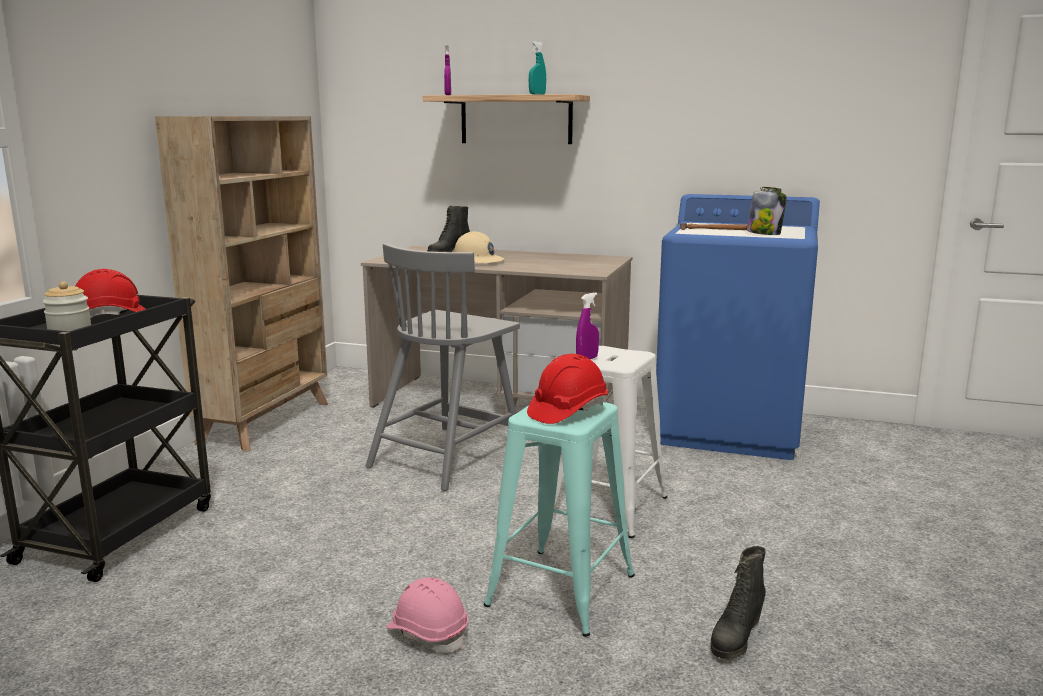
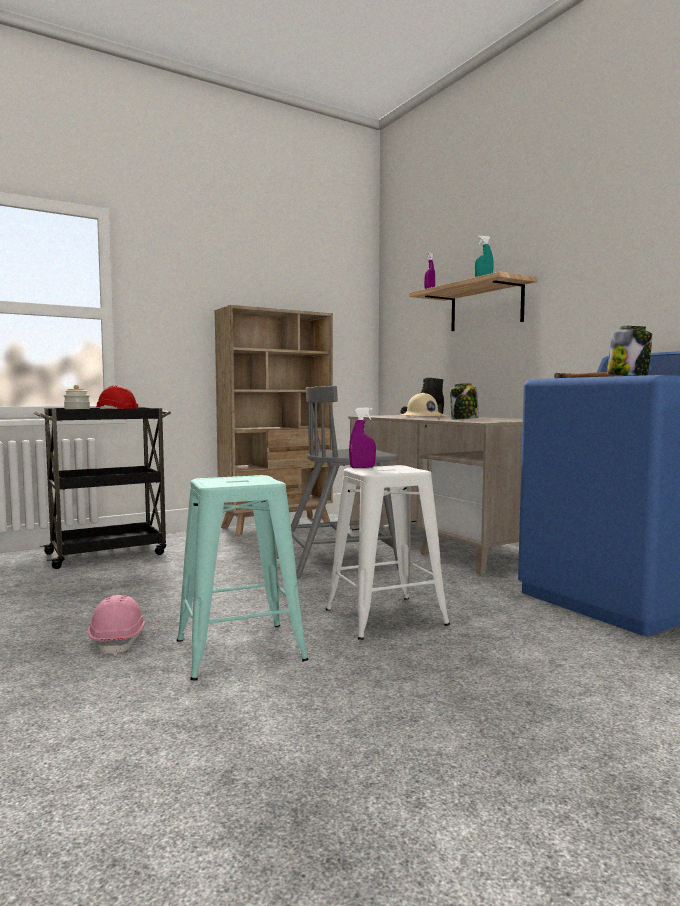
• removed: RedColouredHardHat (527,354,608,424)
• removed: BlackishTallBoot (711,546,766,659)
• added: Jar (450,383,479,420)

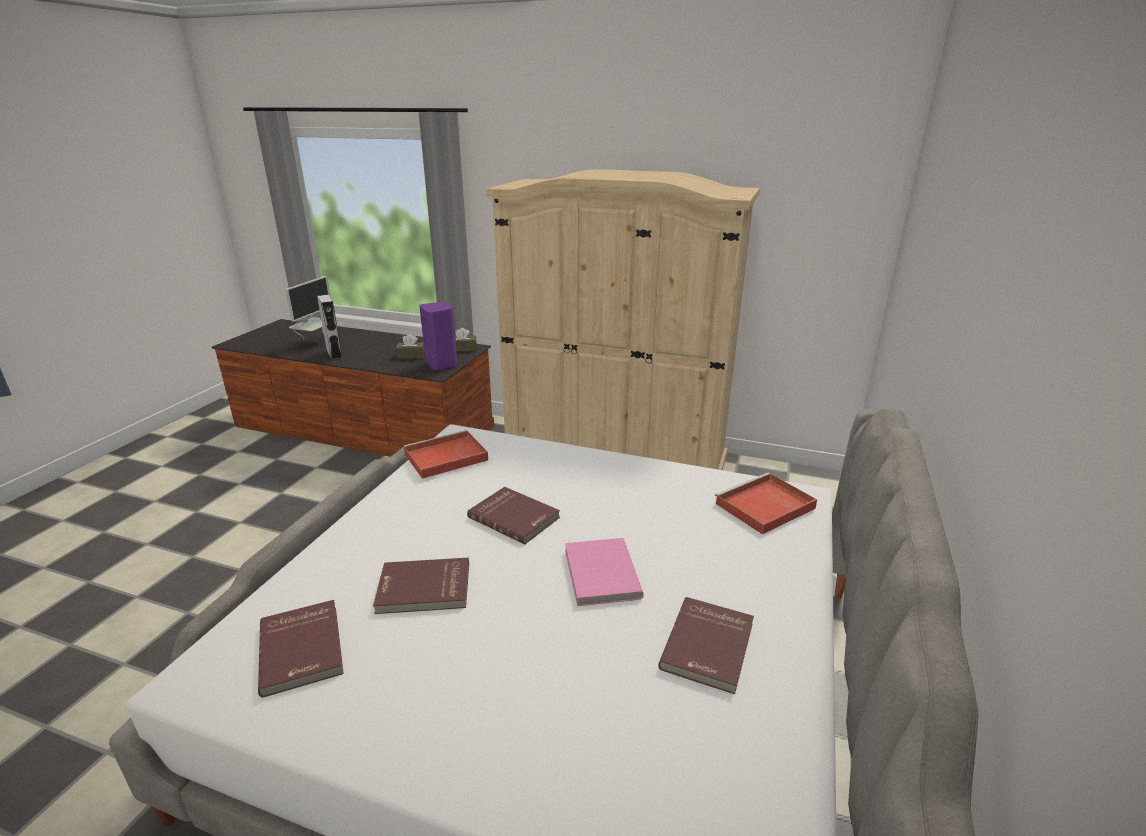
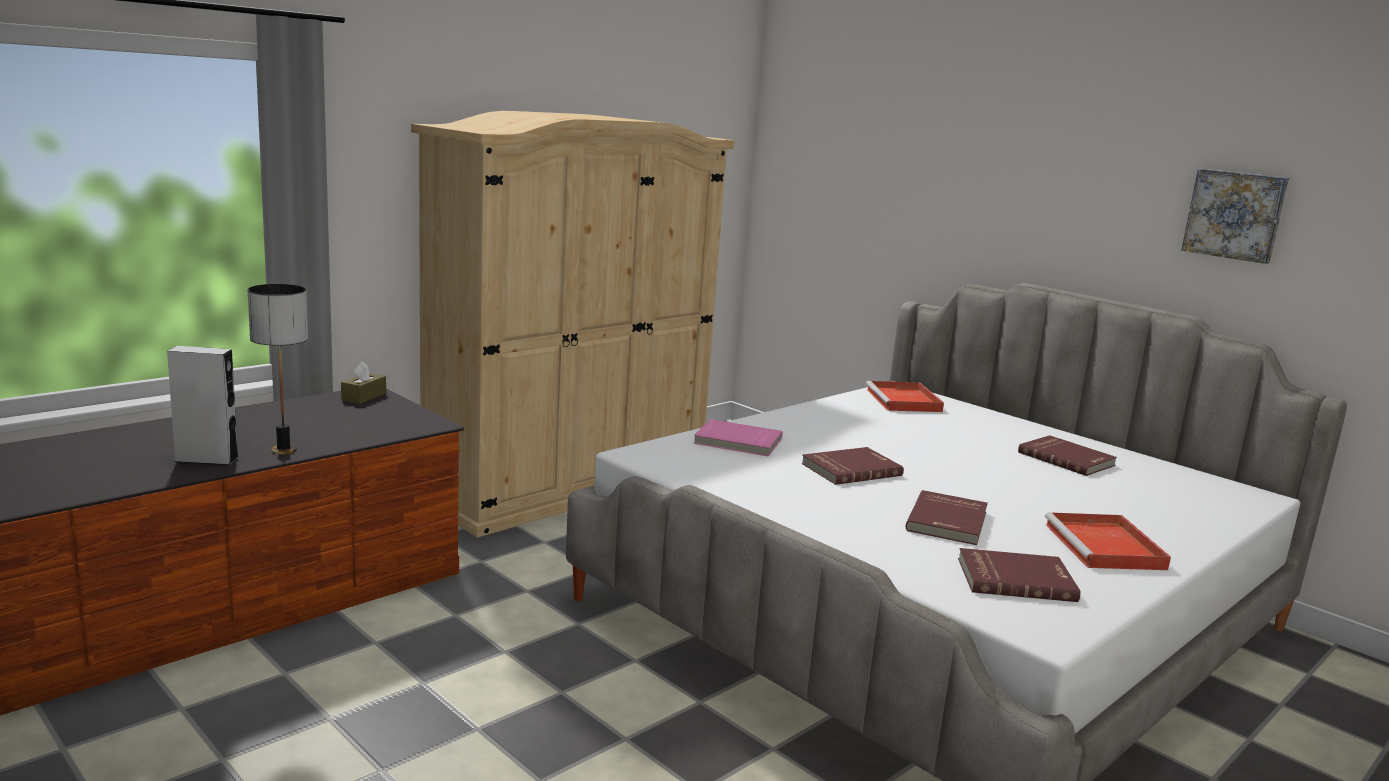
• removed: ComputerScreen (285,276,331,340)
• removed: BrownishTissueBox (396,334,425,359)
• removed: PurpleAudioSpeaker (419,302,458,370)
• added: TabletopLamp (248,284,308,455)
• added: WallPicture (1181,169,1289,264)
• moved: RedColouredCarryingTray (403,430,488,479) to (1045,512,1171,570)
• moved: PinkBook (565,538,644,606) to (694,419,783,457)

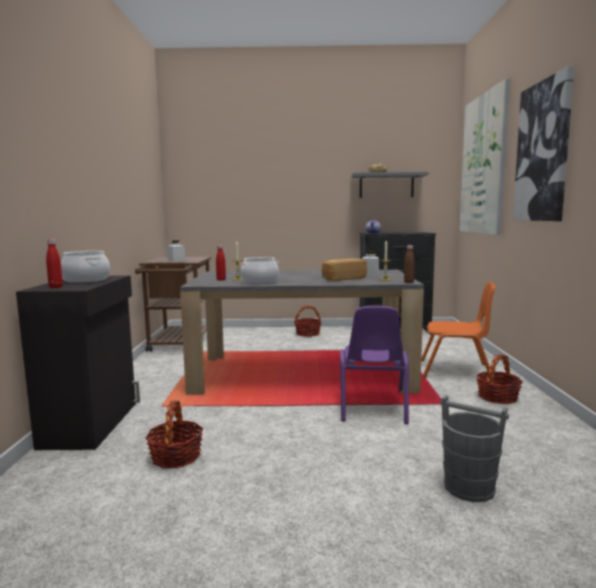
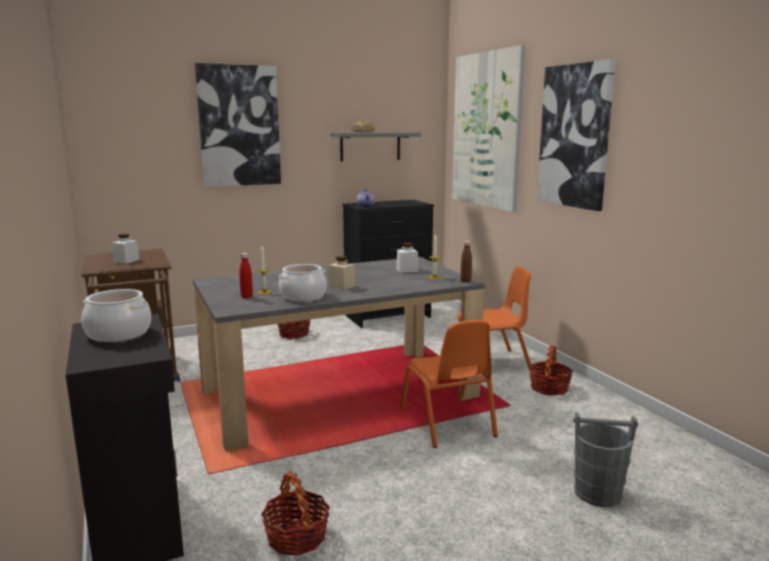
• removed: RedColouredBeverageBottle (46,239,63,288)
• removed: Bread (322,259,367,281)
• added: WallPicture (195,63,281,187)
• added: BeigeColouredJar (328,256,356,290)
• recoloured: PurpleUprightChair (340,306,409,424) to OrangeyUprightChair (400,320,498,448)

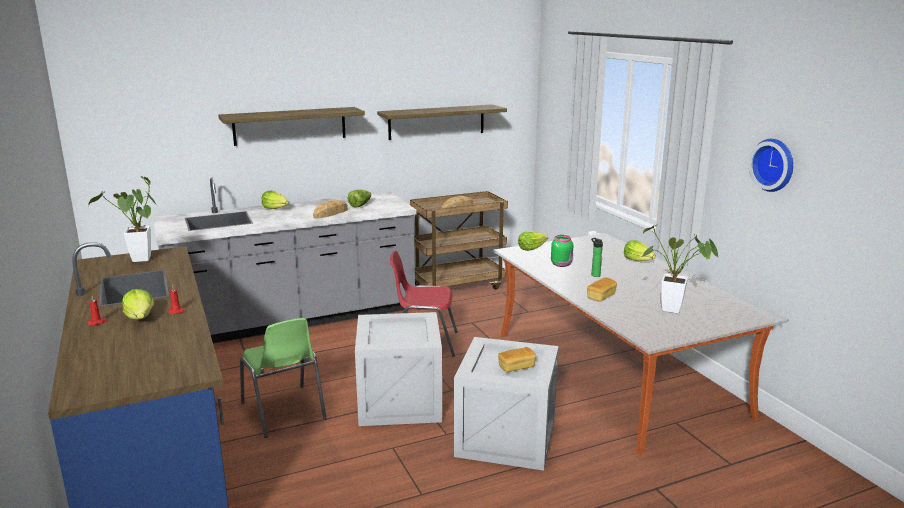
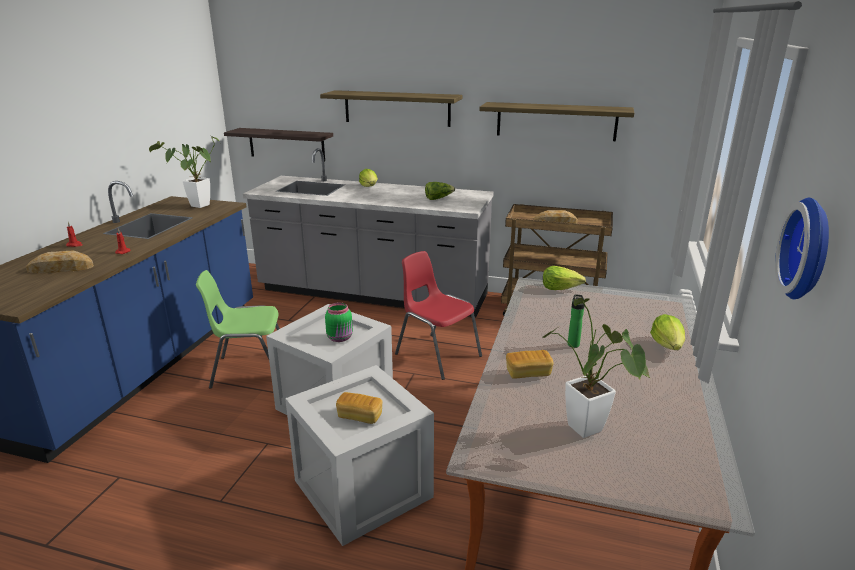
• removed: HeadOfLettuce (122,289,154,320)
• added: Shelf (224,128,333,161)
• moved: Bread (313,200,348,219) to (26,250,94,273)
• moved: GreenJar (551,235,573,267) to (325,303,353,342)
• turned: GreenUprightChair (240,318,327,438) = (196,270,280,389) 75 degrees clockwise

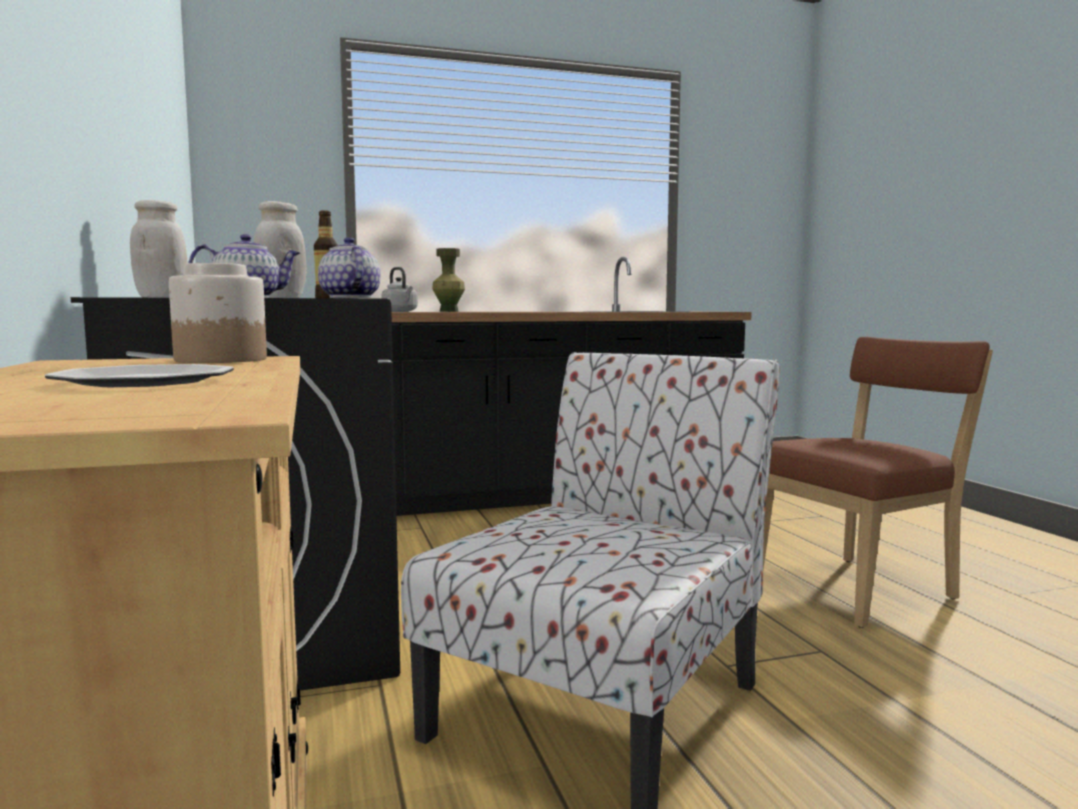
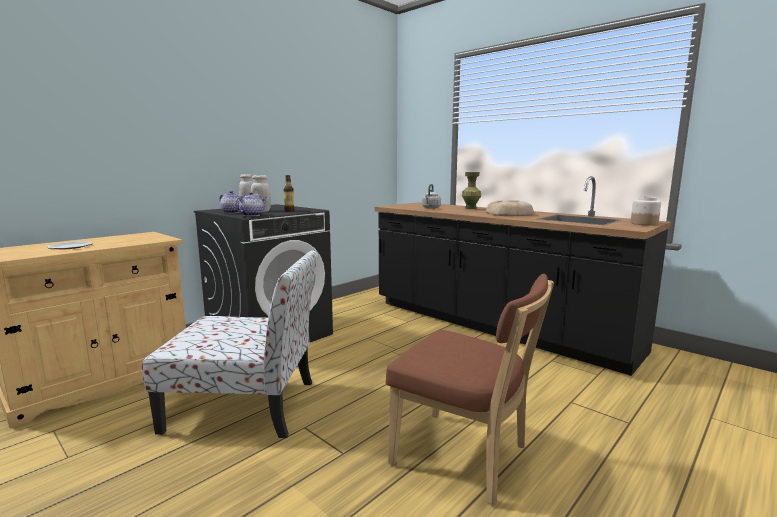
• added: Bread (486,200,534,216)
• moved: Jar (169,263,267,363) to (631,196,661,226)

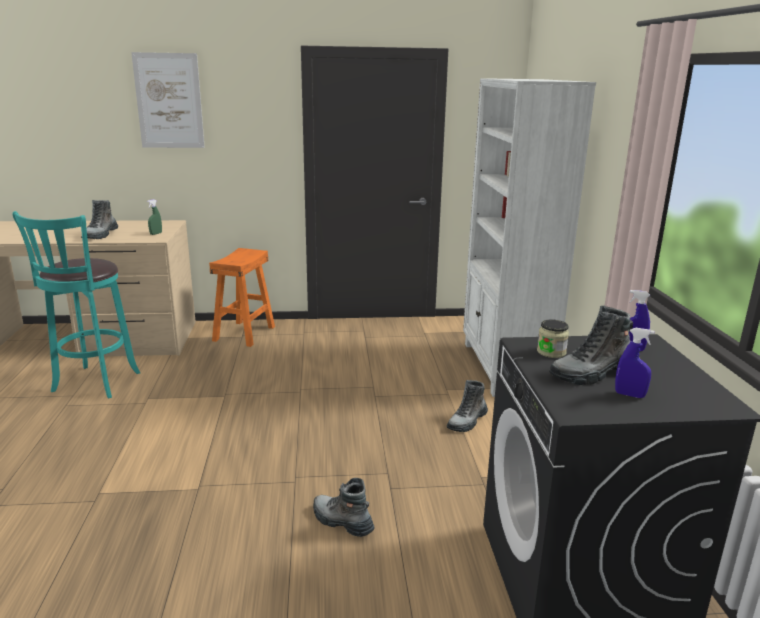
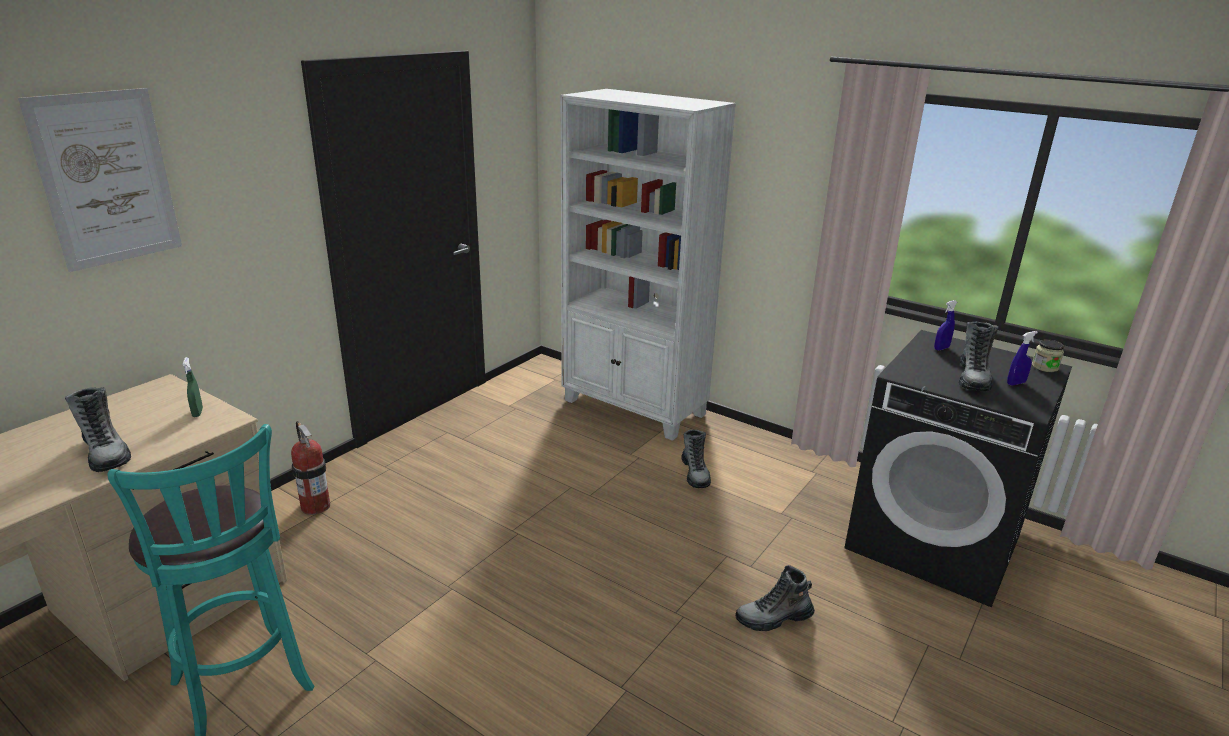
• moved: Jar (537,319,569,358) to (1032,339,1064,372)
• replaced: OrangeySittingStool (209,248,275,347) to Extinguisher (291,421,330,515)

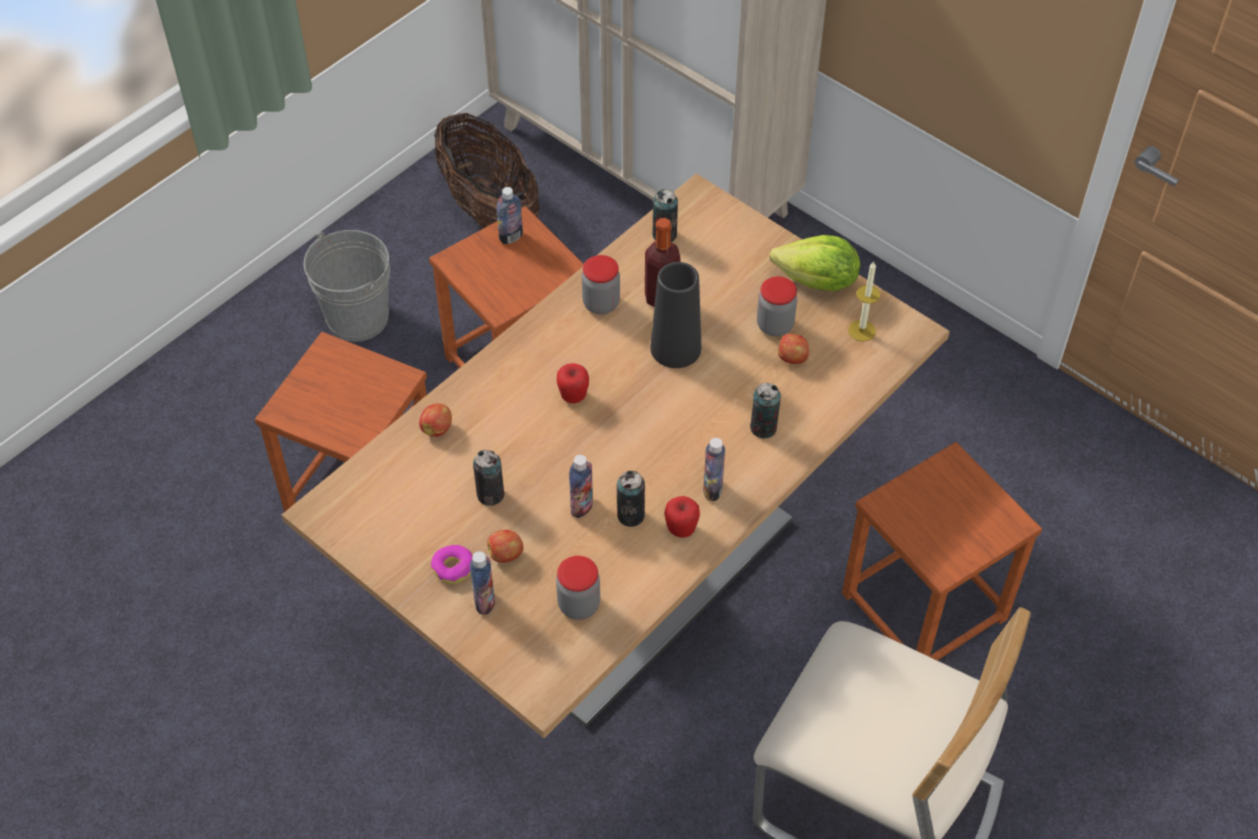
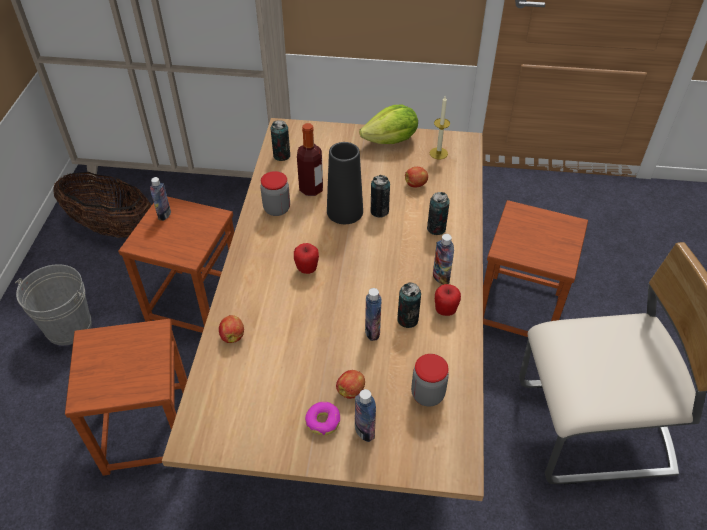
• removed: Jar (757,277,797,336)
• moved: MetalCan (473,450,505,506) to (370,175,390,218)

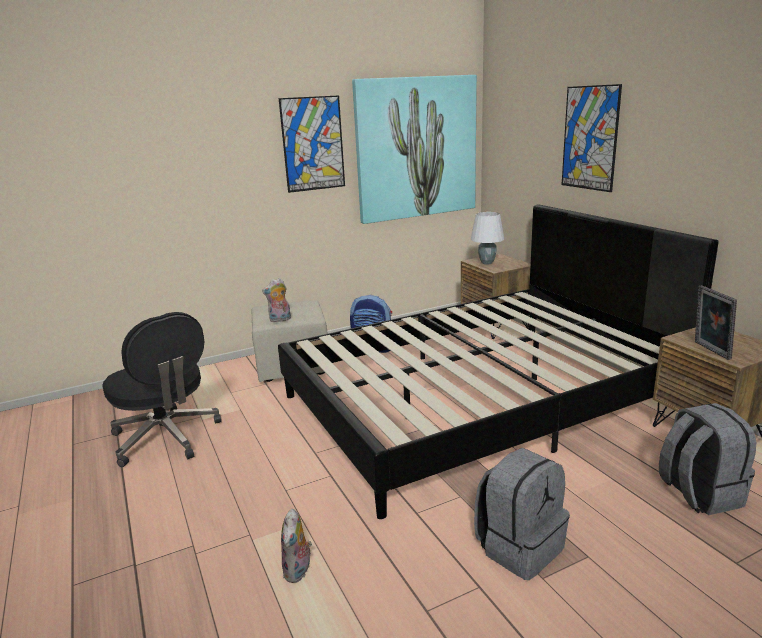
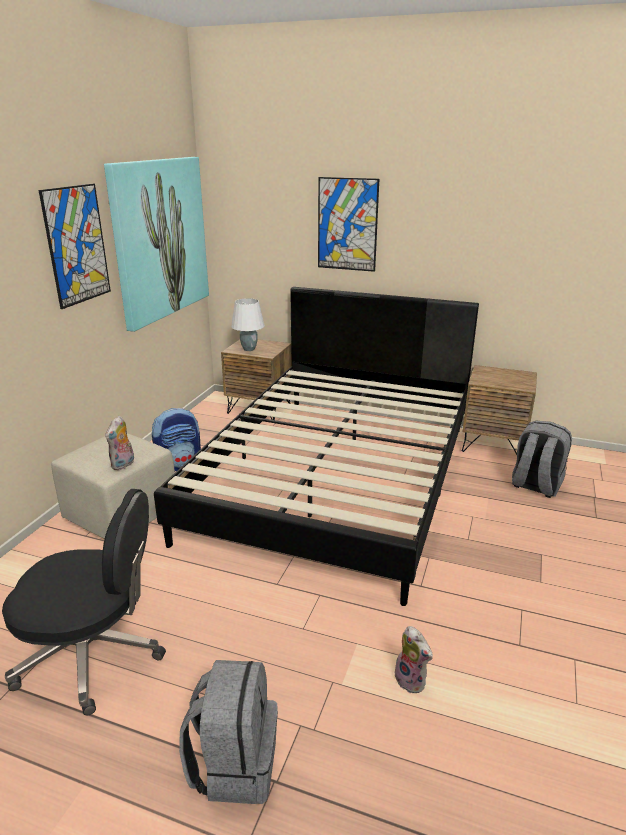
• removed: PictureFrame (695,285,737,360)
• moved: GreyKnapsack (474,448,570,580) to (179,660,278,804)

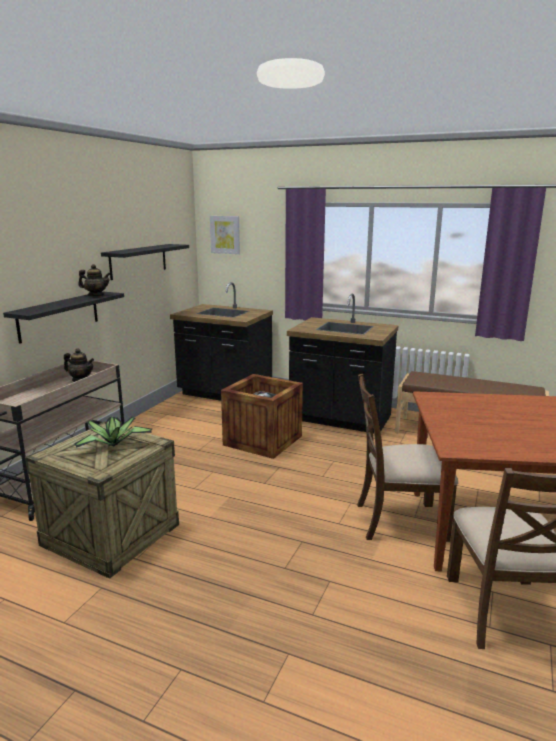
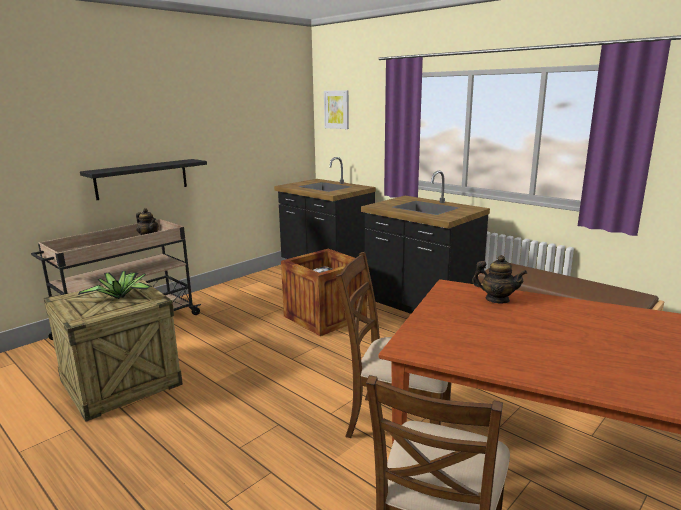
• removed: BlackishShelf (101,244,189,280)
• moved: TeaPot (78,264,111,296) to (472,255,527,303)

